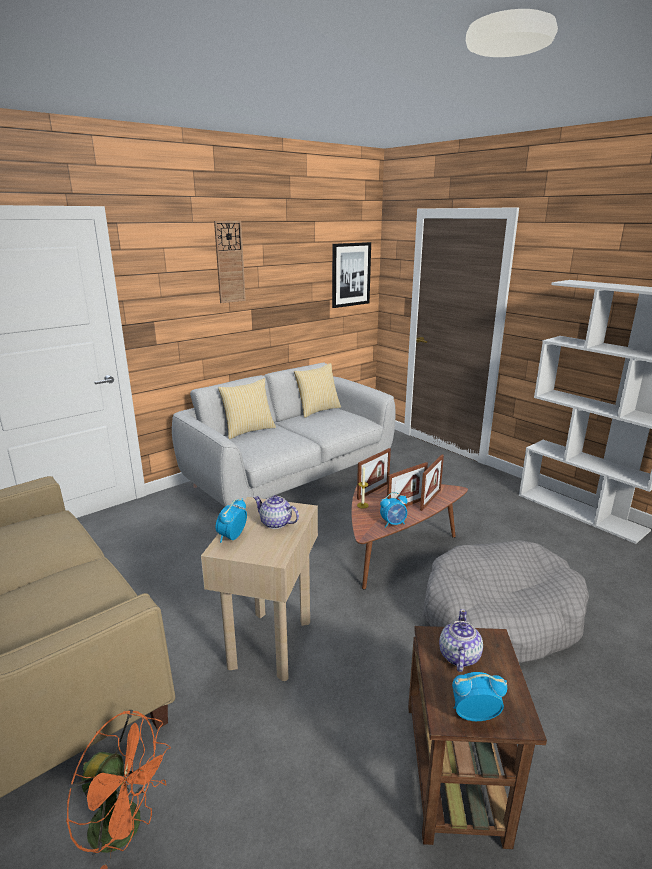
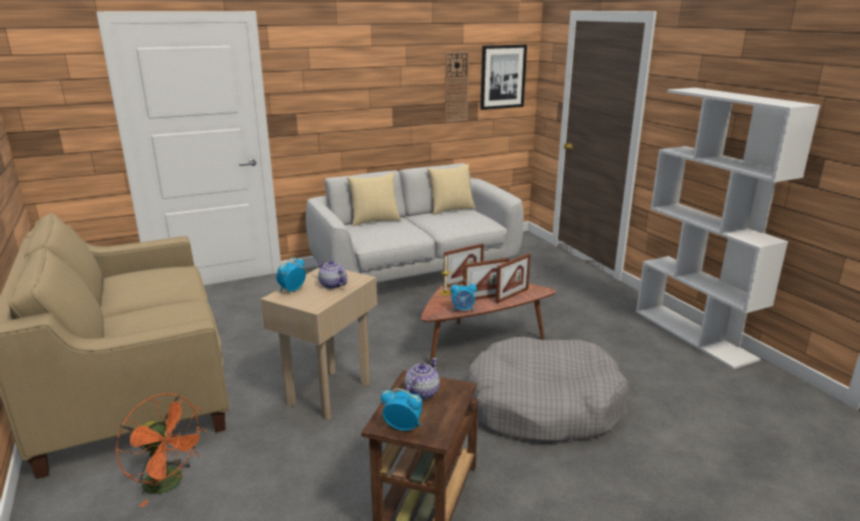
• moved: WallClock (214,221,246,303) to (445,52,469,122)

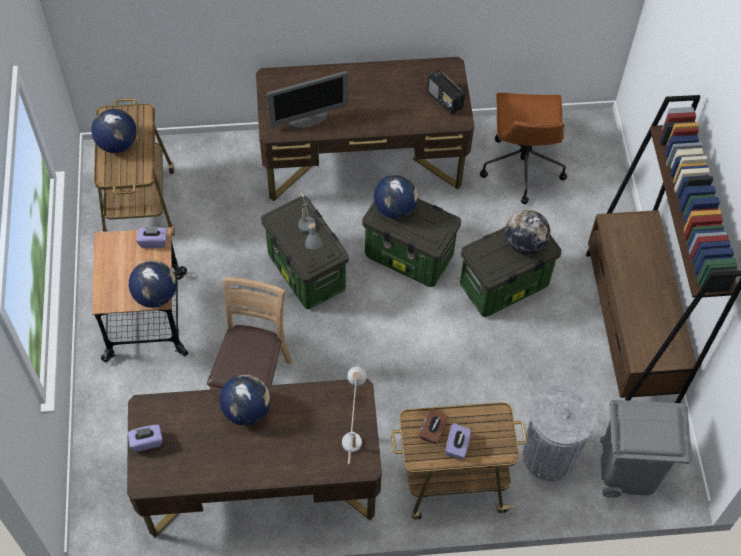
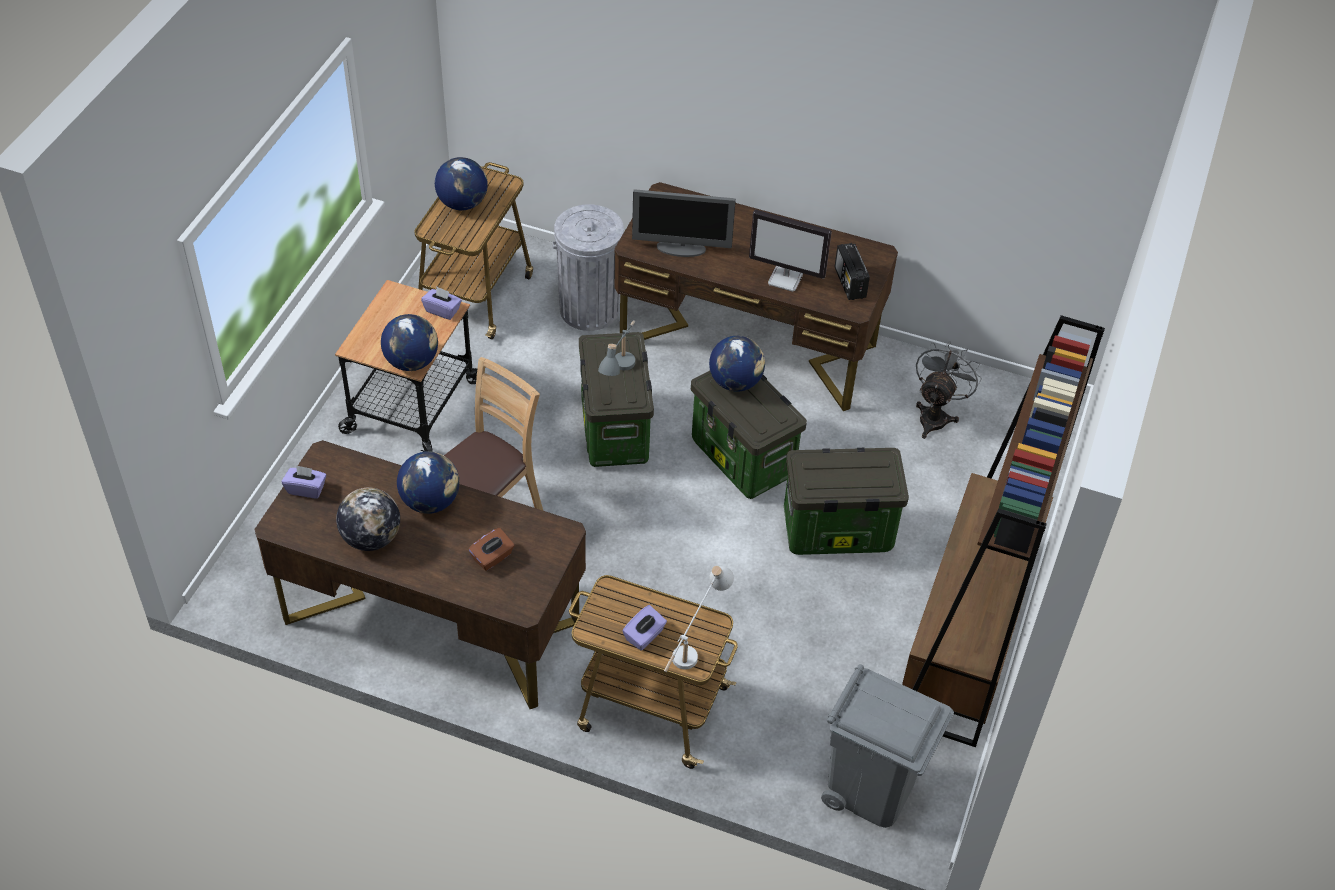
• added: ComputerScreen (749,210,832,292)
• moved: WhiteColouredTabletopLamp (342,366,367,464) to (664,566,734,672)
• moved: BrownishTissueBox (419,408,448,444) to (469,528,515,571)
• moved: Globe (505,210,550,255) to (336,488,400,551)
• moved: GreyTrashCan (522,384,597,481) to (553,204,624,331)
• replaced: BrownishOfficeChair (480,93,567,204) to GreyCoolingFan (916,341,982,439)

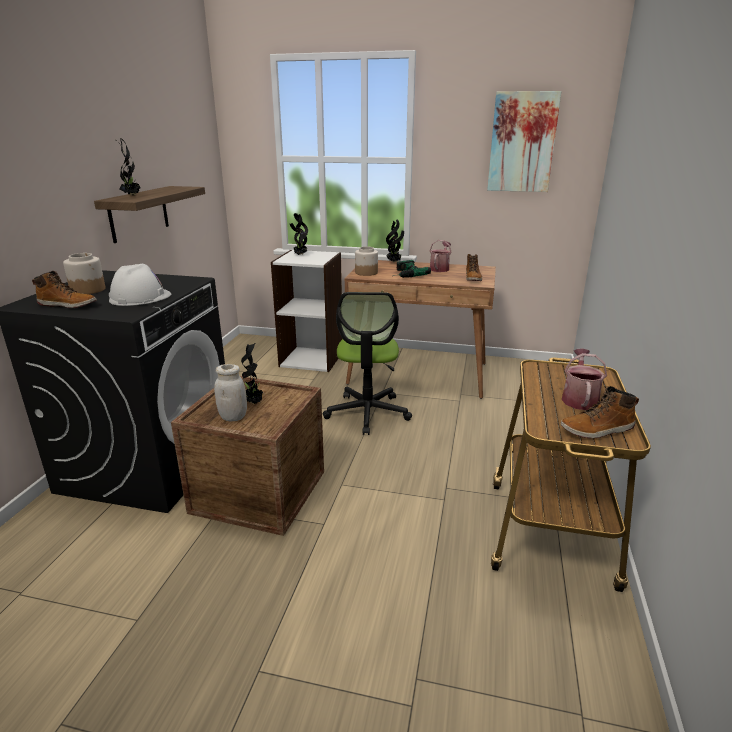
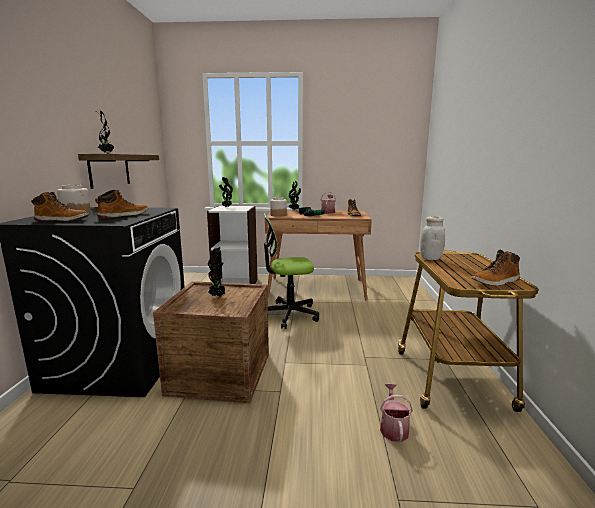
• removed: WallPicture (487,91,562,192)
• moved: WhiteColouredJar (214,364,247,421) to (420,216,445,260)
• moved: WateringCan (562,349,607,410) to (380,384,413,442)
• replaced: WhiteColouredHardHat (109,264,171,306) to TallBoot (95,190,148,219)
• turned: OfficeChair (323,292,412,435) = (264,213,319,329) 90 degrees clockwise

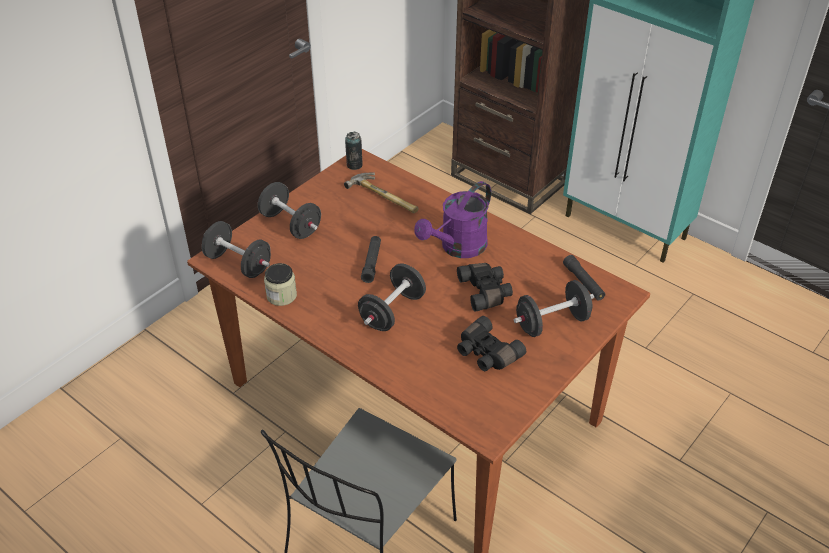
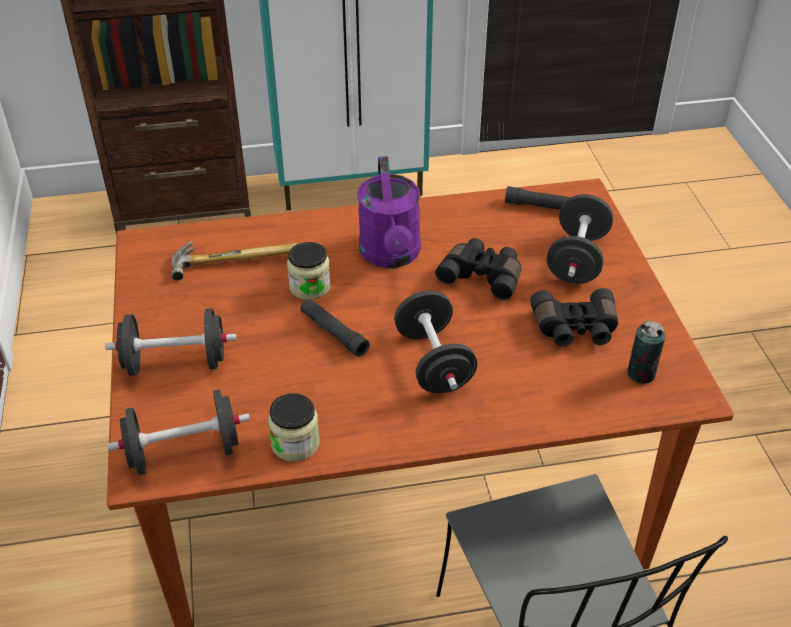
• added: Jar (287,242,331,300)
• moved: MetalCan (345,132,363,170) to (627,321,666,384)

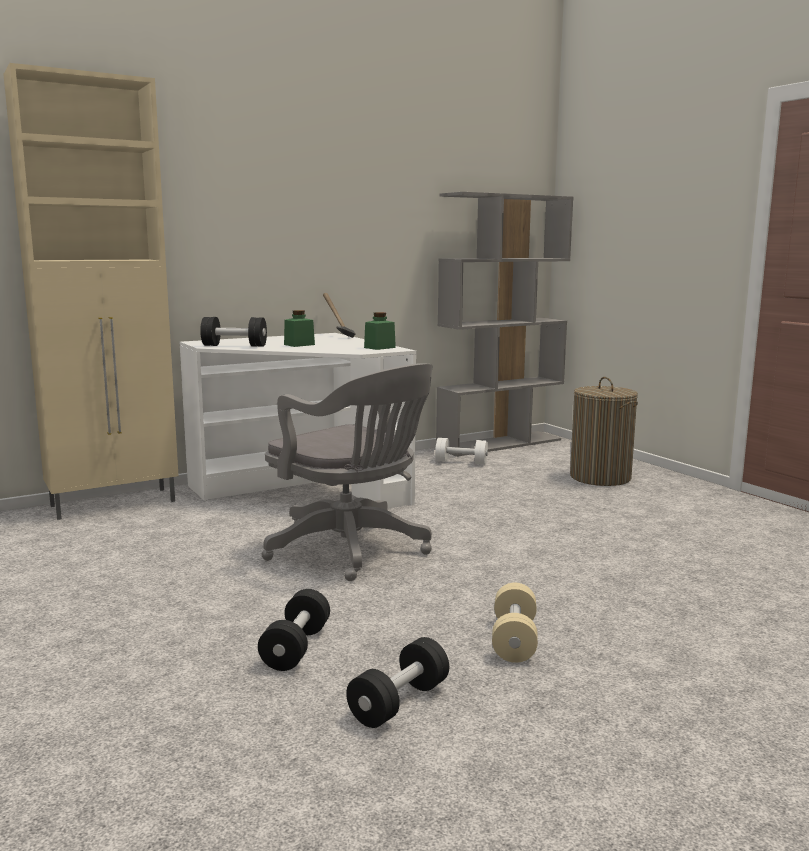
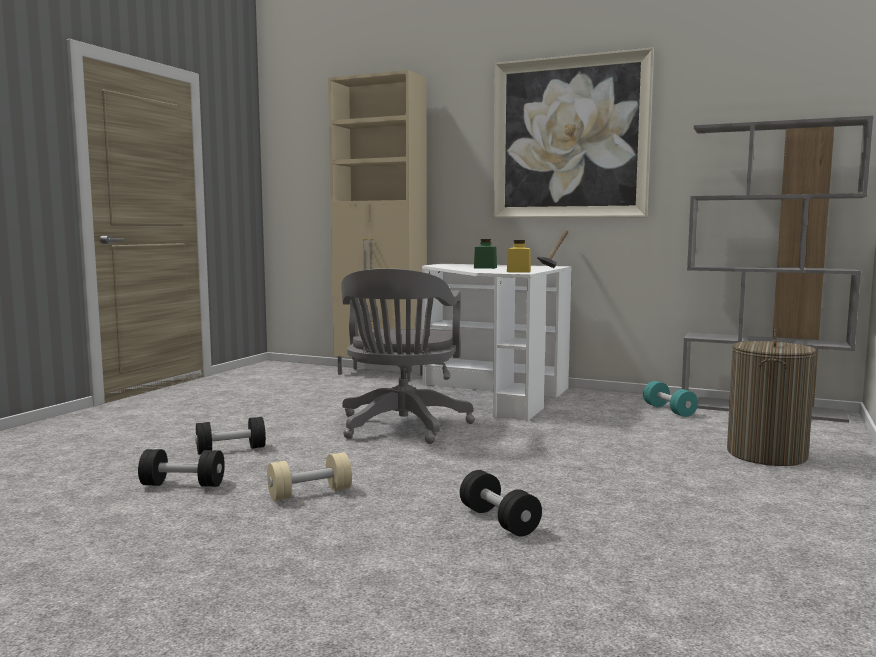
• added: WallPicture (493,48,654,218)
• moved: BlackishDumbbell (200,317,267,347) to (460,470,542,537)
• recoloured: GreenJar (364,312,396,350) to YellowJar (507,240,531,273)
• recoloured: WhiteColouredDumbbell (435,438,488,464) to TurquoiseDumbbell (643,381,698,417)

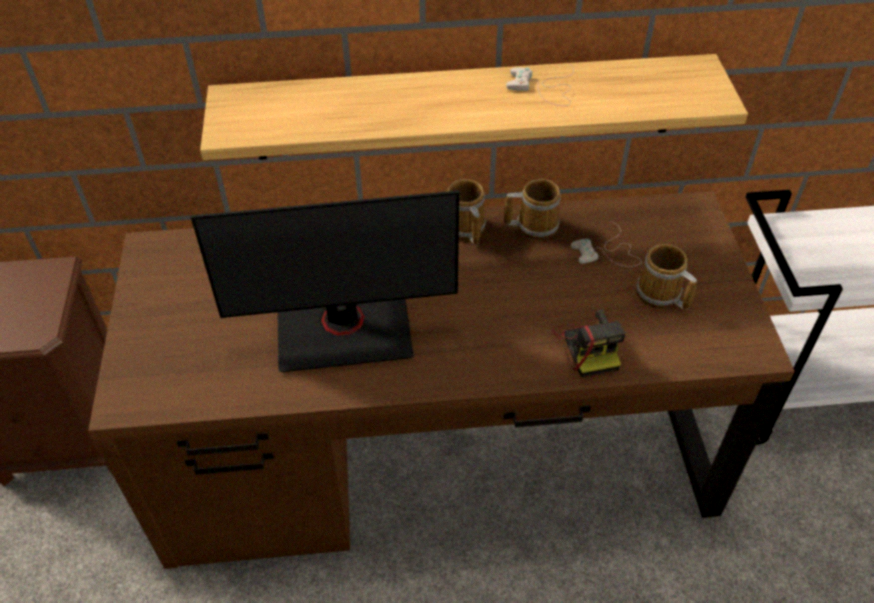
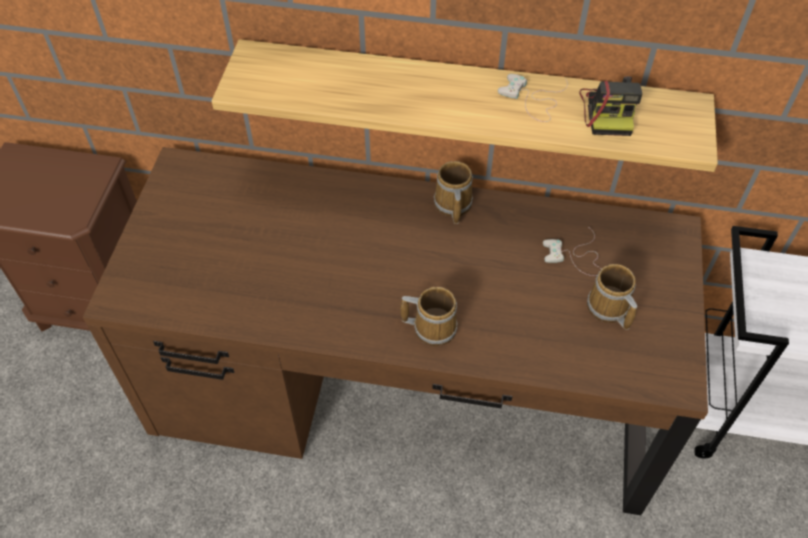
• removed: ComputerScreen (191,190,459,372)
• moved: TeaMug (504,179,561,240) to (400,287,458,347)
• moved: StillCamera (553,310,625,378) to (579,76,642,136)

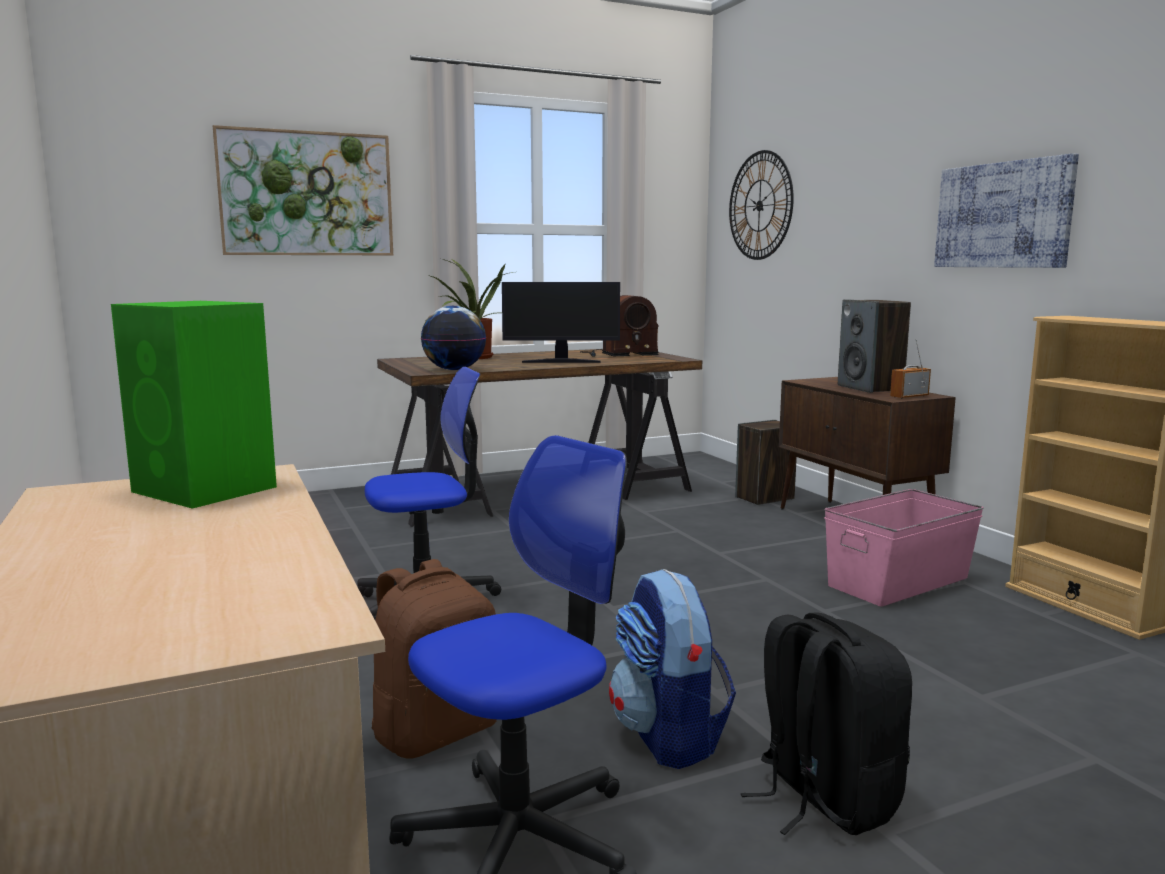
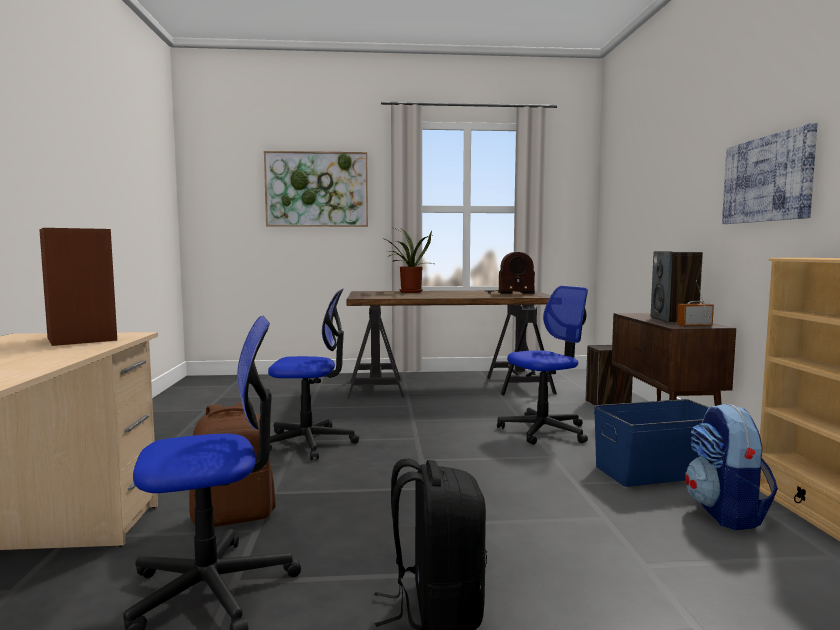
• removed: Globe (421,306,486,370)
• removed: ComputerScreen (502,282,620,363)
• removed: WallClock (729,150,794,260)
• added: OfficeChair (497,286,588,445)
• moved: Knapsack (609,569,736,769) to (685,403,778,530)
• recoloured: GreenAudioSpeaker (111,301,277,509) to BrownishAudioSpeaker (39,228,117,346)
• recoloured: PinkStorageContainer (824,489,984,606) to BlueStorageContainer (594,399,709,487)

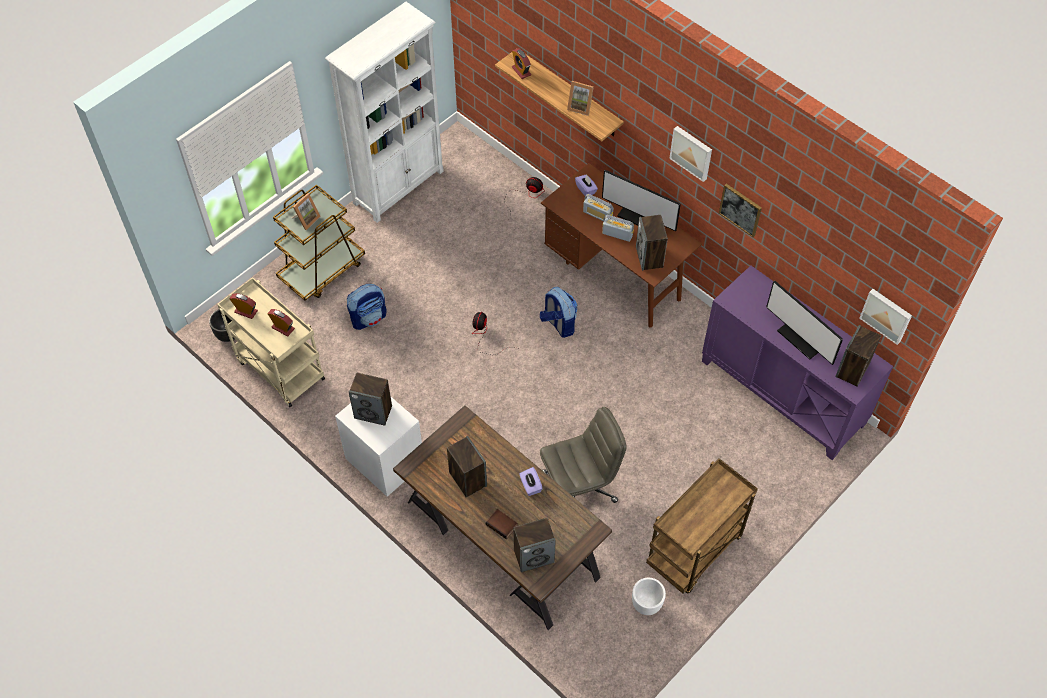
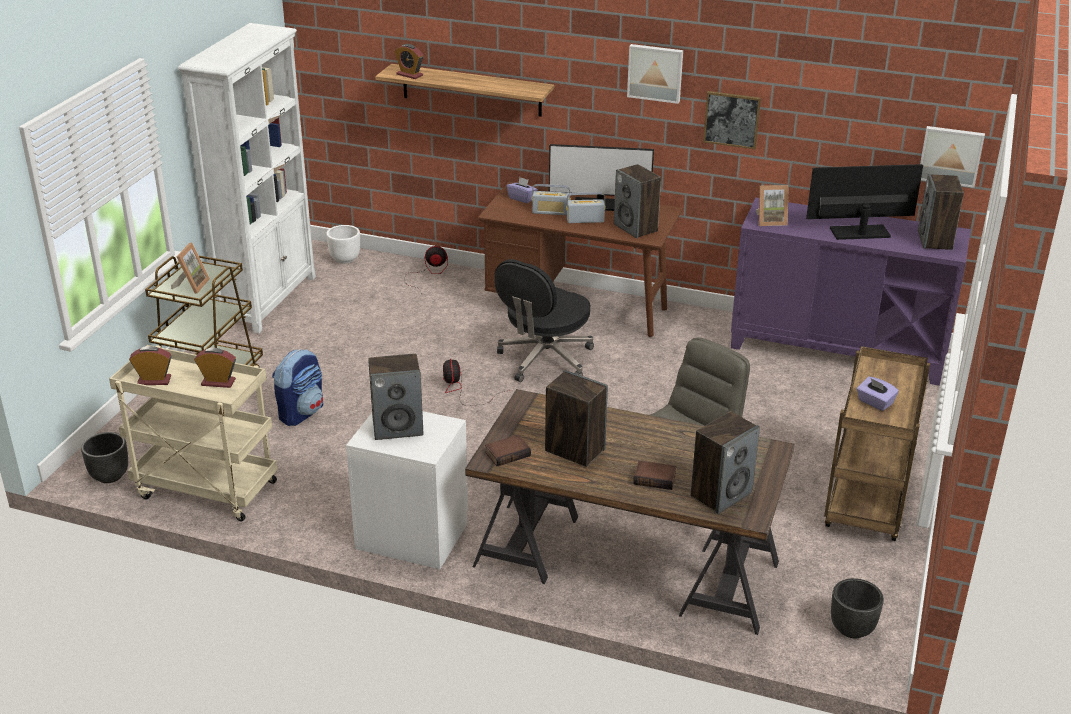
• added: Book (485,435,531,466)
• added: BlackishPlantPot (831,578,884,638)
• moved: PurpleTissueBox (519,467,543,496) to (857,376,899,411)
• moved: PictureFrame (567,81,594,116) to (756,185,789,226)
• moved: WhiteColouredPlantPot (632,578,666,615) to (326,225,360,264)
• replaced: Knapsack (540,287,578,338) to BlackishOfficeChair (494,259,594,382)
• turned: ComputerScreen (766,280,843,365) = (806,164,923,240) 150 degrees clockwise

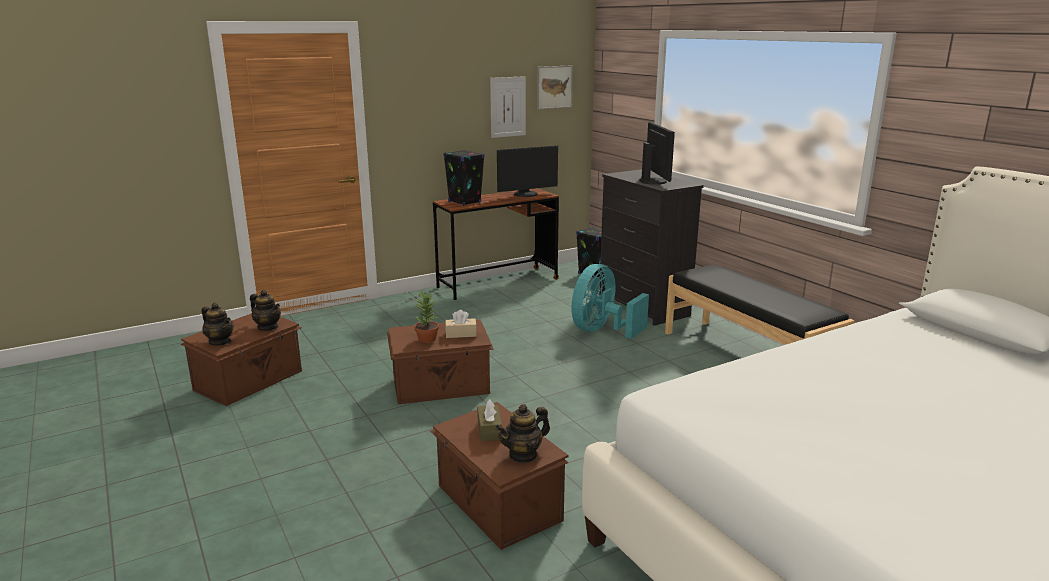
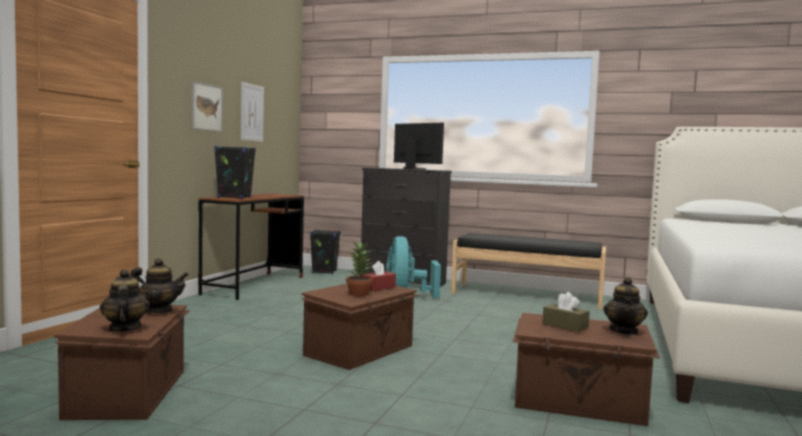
• removed: ComputerScreen (497,145,558,197)
• moved: WallPicture (537,65,573,110) to (192,81,223,132)
• recoloured: BeigeColouredTissueBox (445,310,477,338) to RedColouredTissueBox (362,261,396,291)
• turned: TeaPot (202,303,234,345) = (100,269,150,332) 105 degrees counterclockwise

